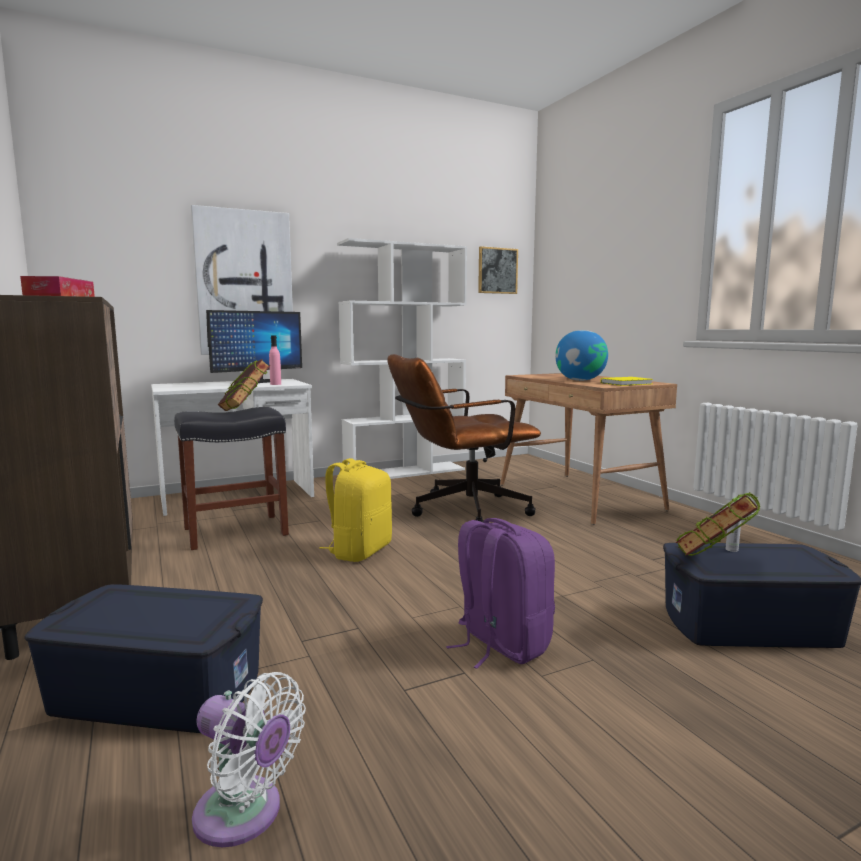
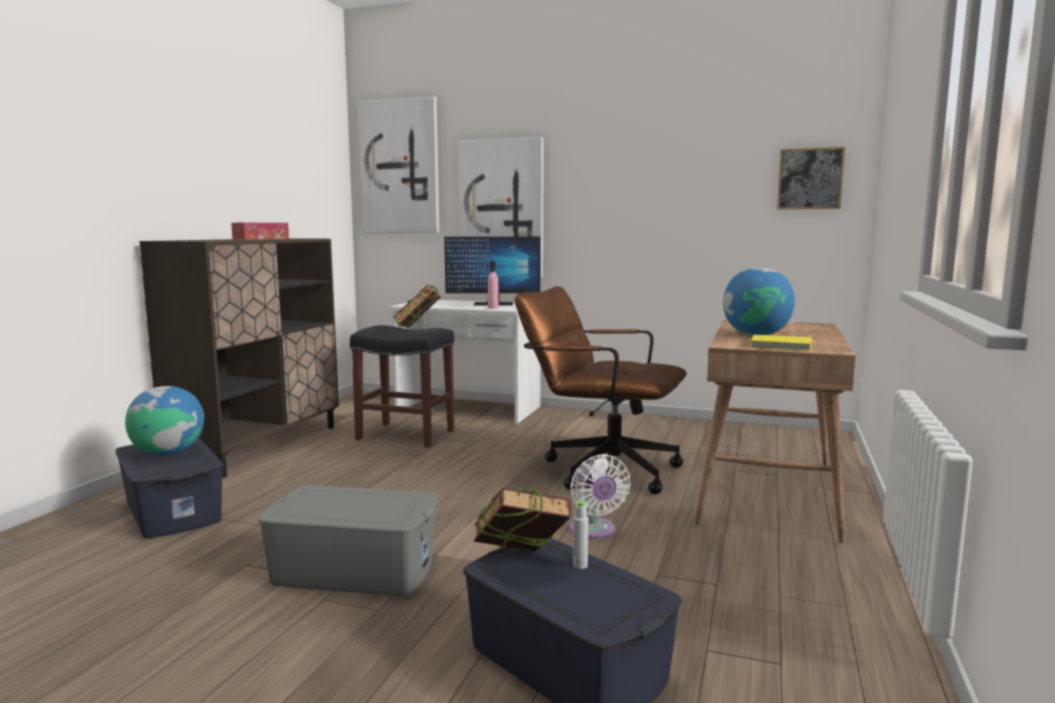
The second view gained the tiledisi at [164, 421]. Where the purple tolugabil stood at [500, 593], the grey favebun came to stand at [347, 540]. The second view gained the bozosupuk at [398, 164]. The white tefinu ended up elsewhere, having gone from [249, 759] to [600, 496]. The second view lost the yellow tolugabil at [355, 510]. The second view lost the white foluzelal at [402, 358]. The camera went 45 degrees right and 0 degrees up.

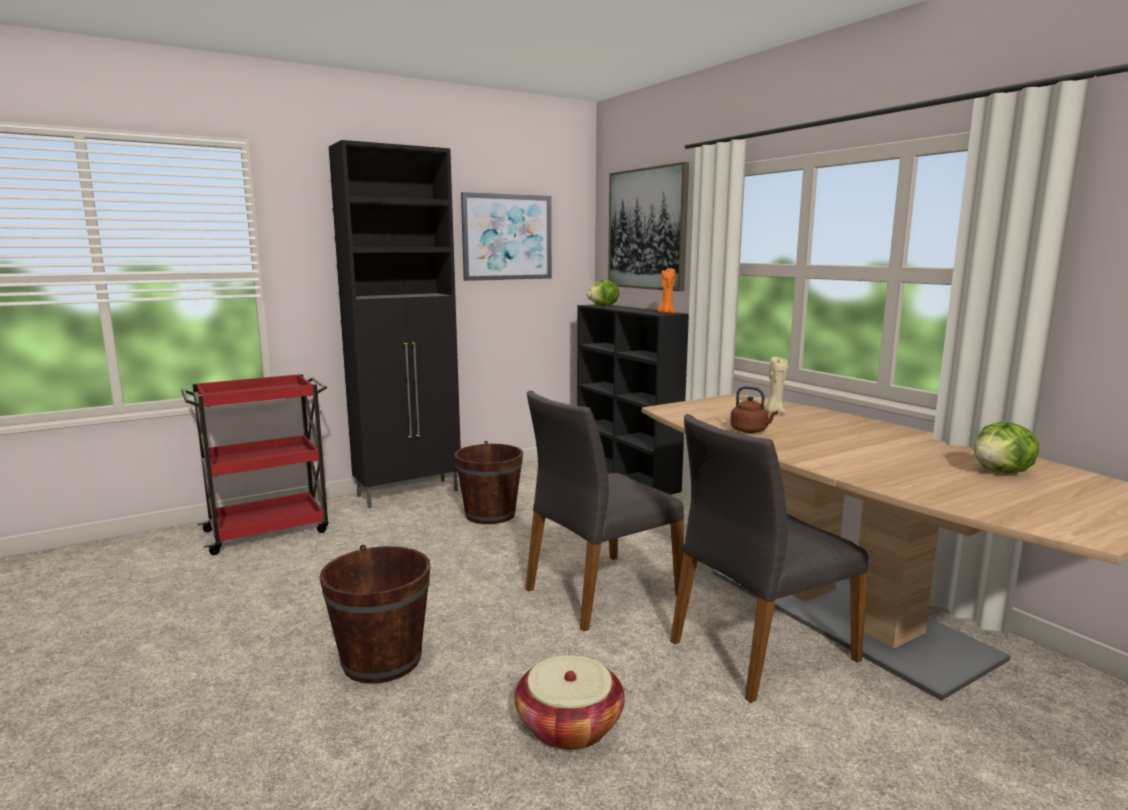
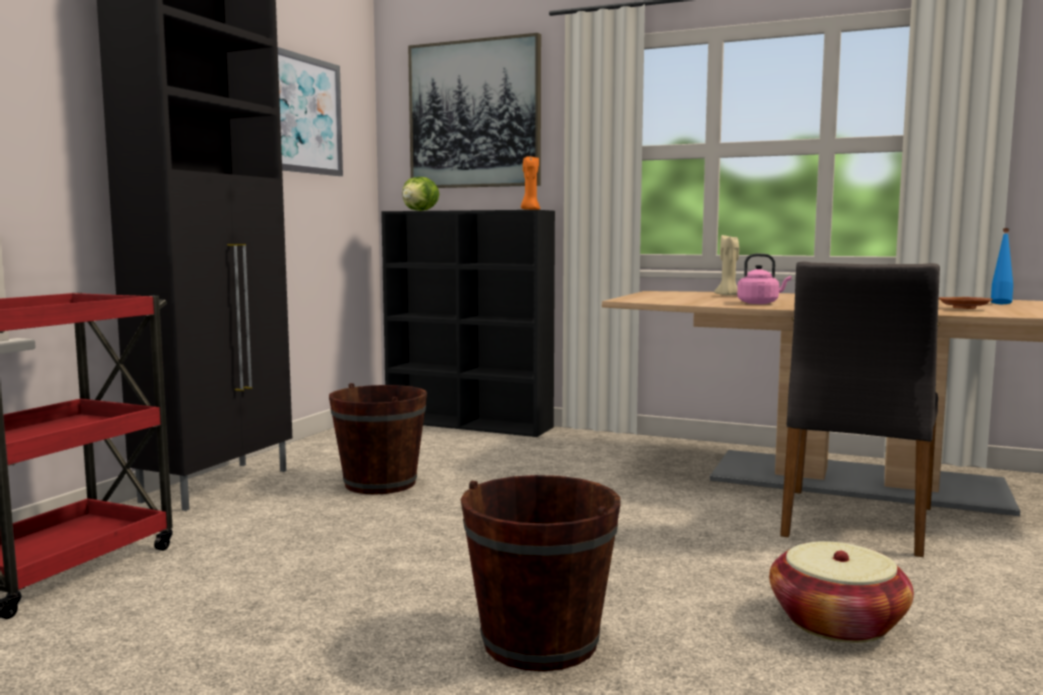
What was the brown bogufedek at [754, 409] turned into the pink bogufedek at [764, 278]. The second view gained the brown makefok at [966, 303]. Where the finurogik stood at [1007, 447], the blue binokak came to stand at [1002, 266]. The second view lost the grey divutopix at [604, 510]. The camera went 35 degrees left and 5 degrees down.

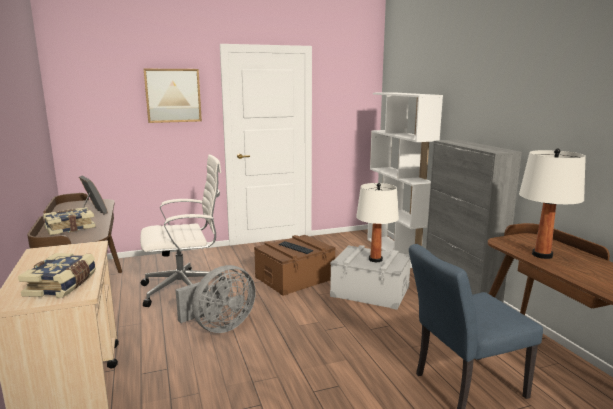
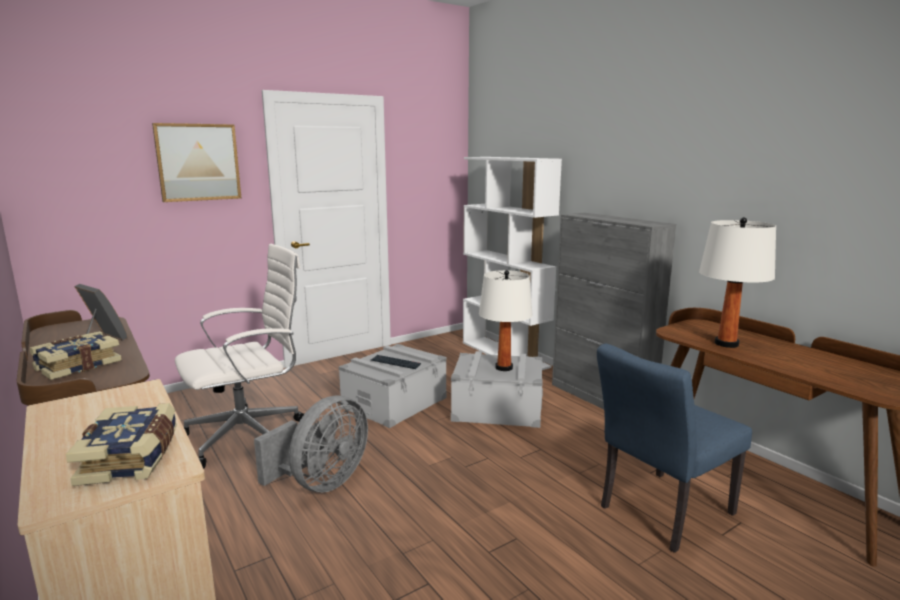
What was the brown favebun at [295, 265] turned into the grey favebun at [393, 386]. The camera went 15 degrees left and 0 degrees up.

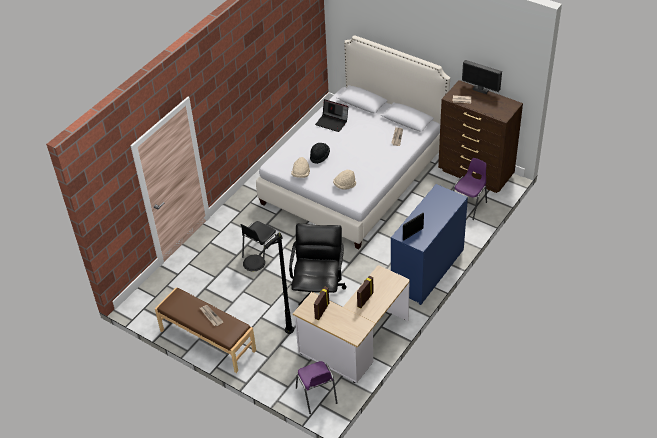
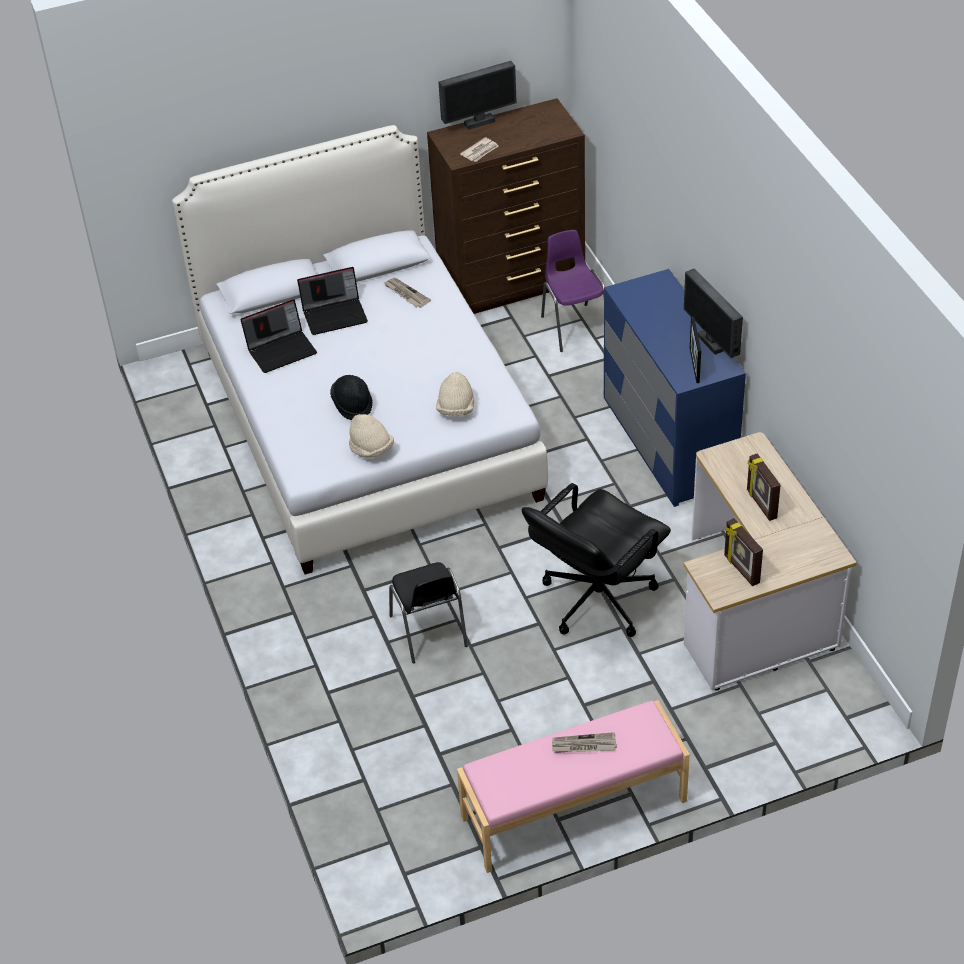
The second view gained the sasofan at [332, 301]. What was the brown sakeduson at [205, 330] turned into the pink sakeduson at [573, 786]. The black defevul at [317, 265] ended up facing another way, 90 degrees counterclockwise from before. The second view gained the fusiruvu at [713, 313]. The second view lost the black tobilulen at [268, 283]. The second view lost the purple divutopix at [316, 387]. The camera went 55 degrees left and 0 degrees up.

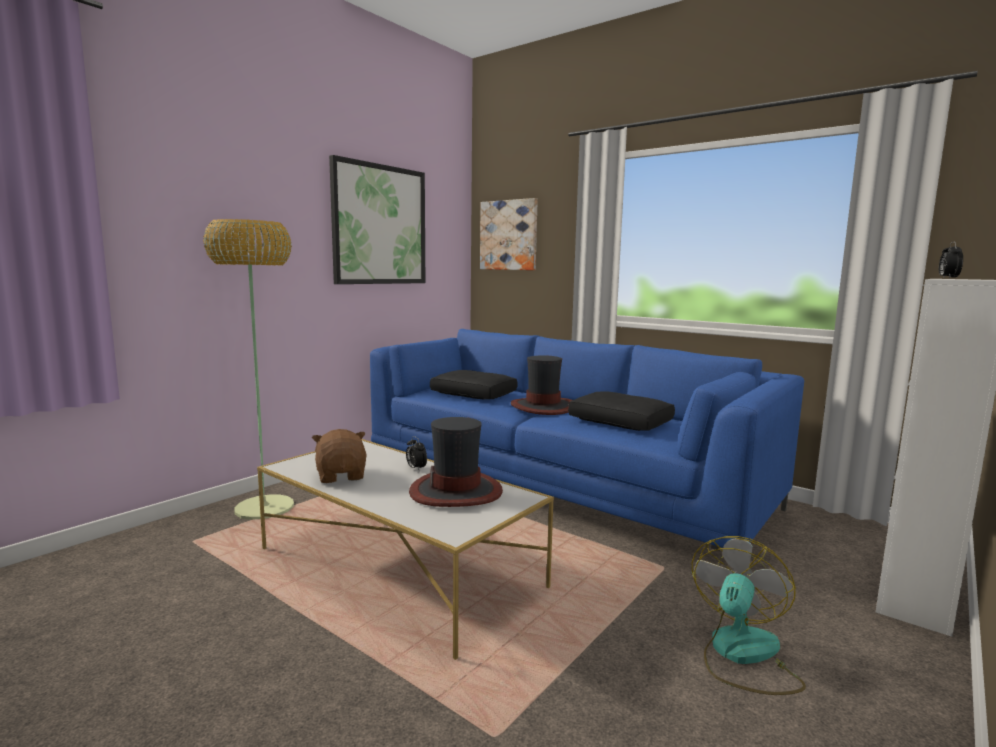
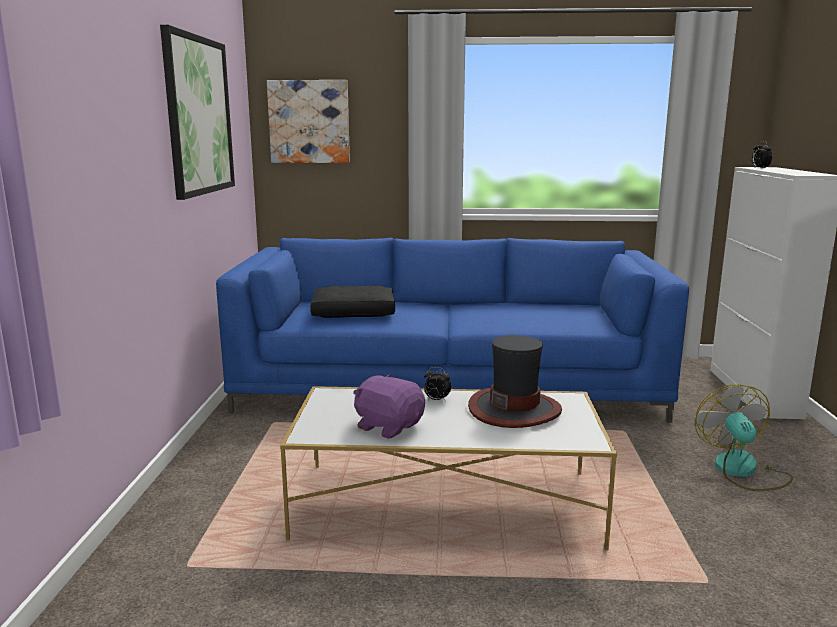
What was the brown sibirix at [339, 456] turned into the purple sibirix at [389, 406]. The second view lost the tobilulen at [248, 369]. The second view lost the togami at [541, 385]. The second view lost the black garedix at [621, 411]. The camera went 35 degrees left and 5 degrees up.

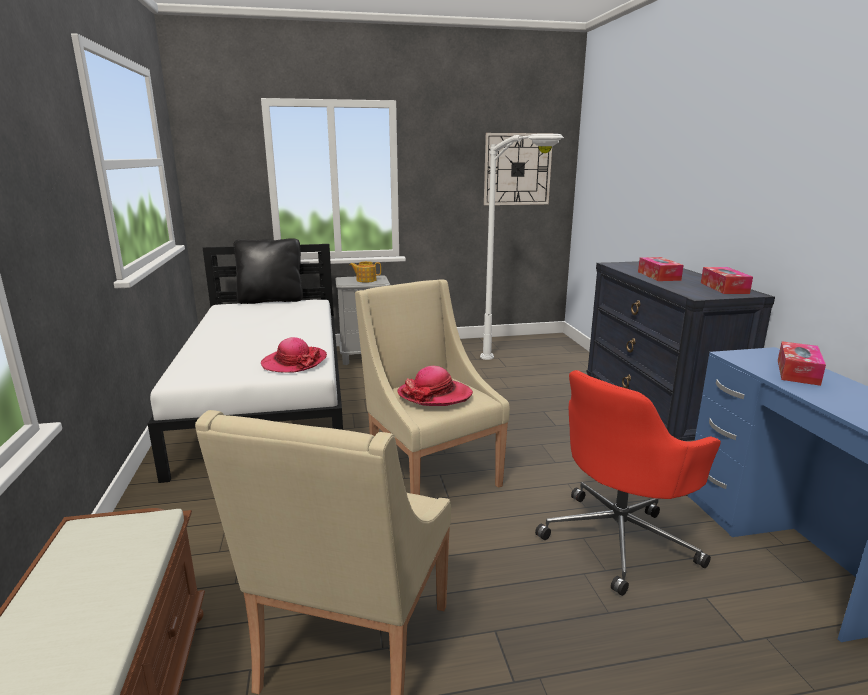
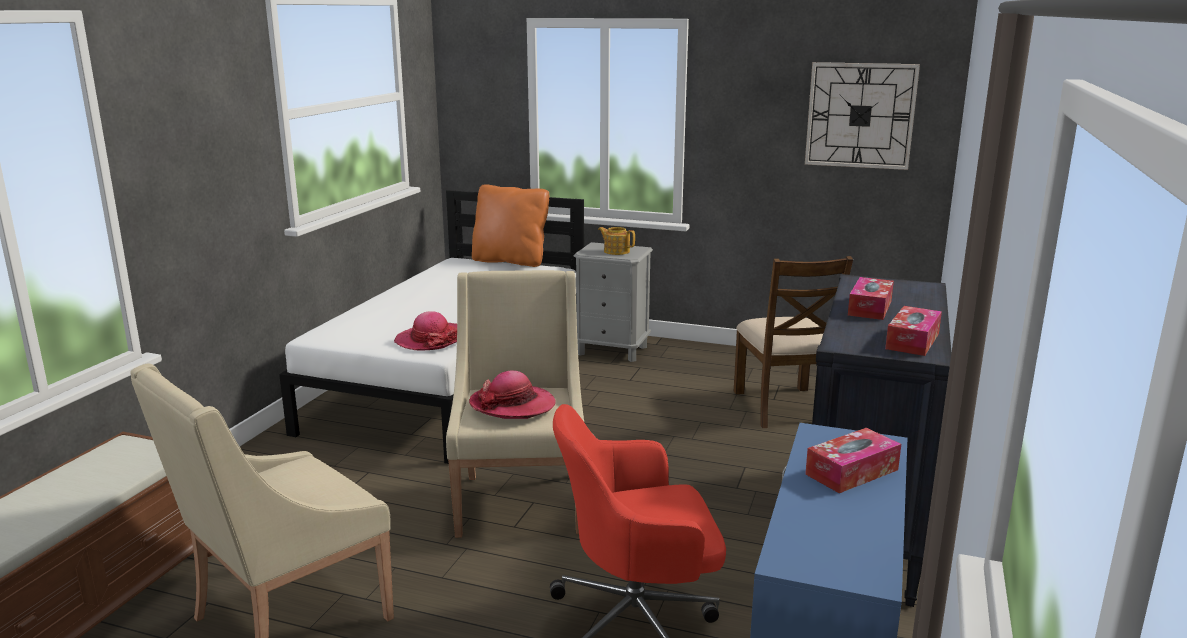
What was the black garedix at [268, 271] turned into the orange garedix at [510, 225]. Where the white tobilulen stood at [522, 247], the brown divutopix came to stand at [793, 342]. The camera went 30 degrees right and 0 degrees up.

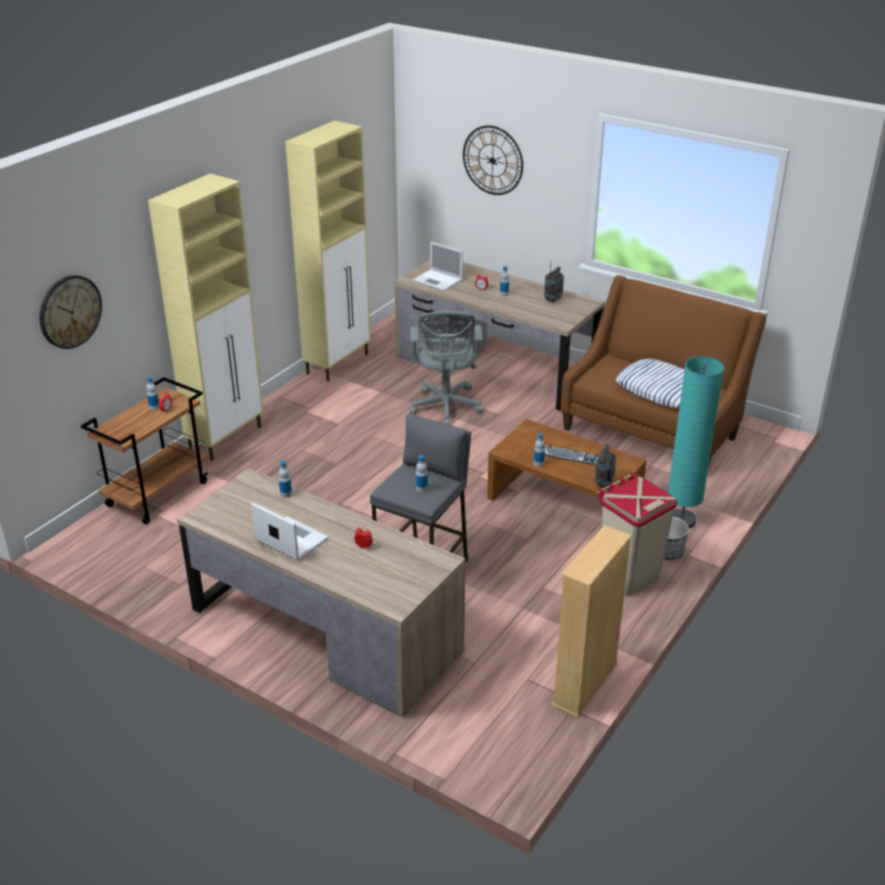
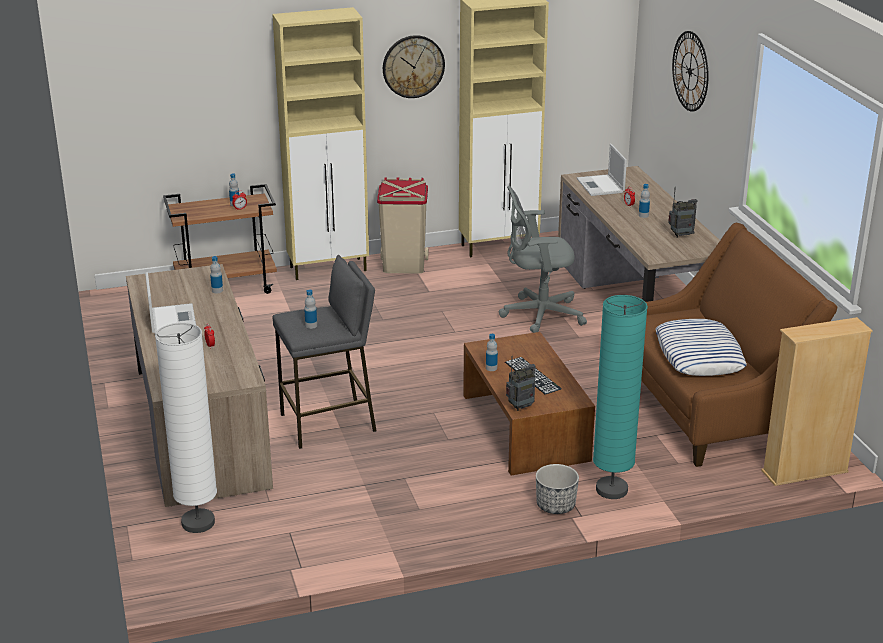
The second view gained the white tobilulen at [186, 427]. The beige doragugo ended up elsewhere, having gone from [637, 535] to [403, 225]. The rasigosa ended up elsewhere, having gone from [71, 312] to [414, 66]. The grey defevul at [446, 368] ended up facing another way, 45 degrees clockwise from before. The beige foluzelal ended up elsewhere, having gone from [591, 621] to [817, 401]. The camera went 40 degrees right and 5 degrees down.

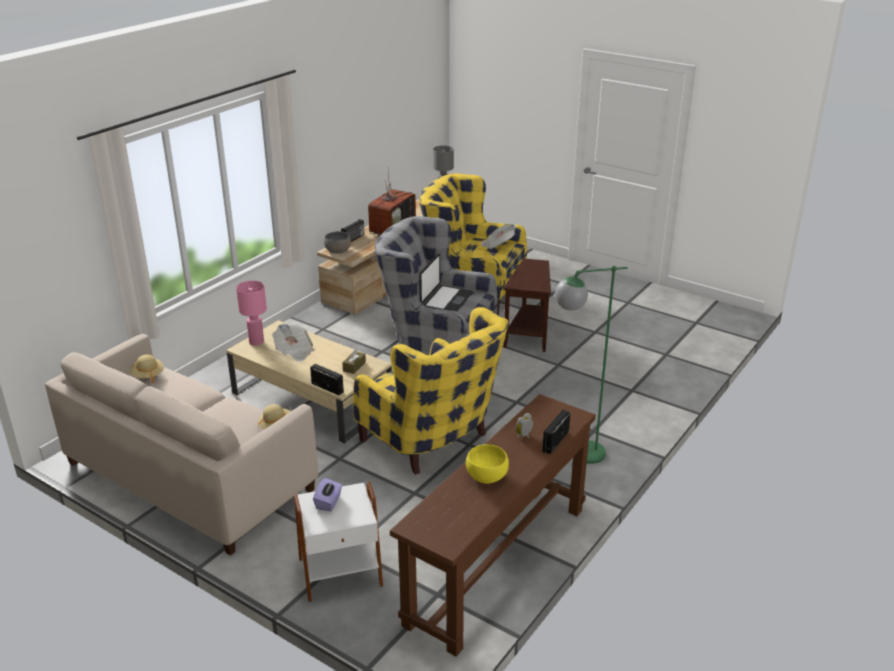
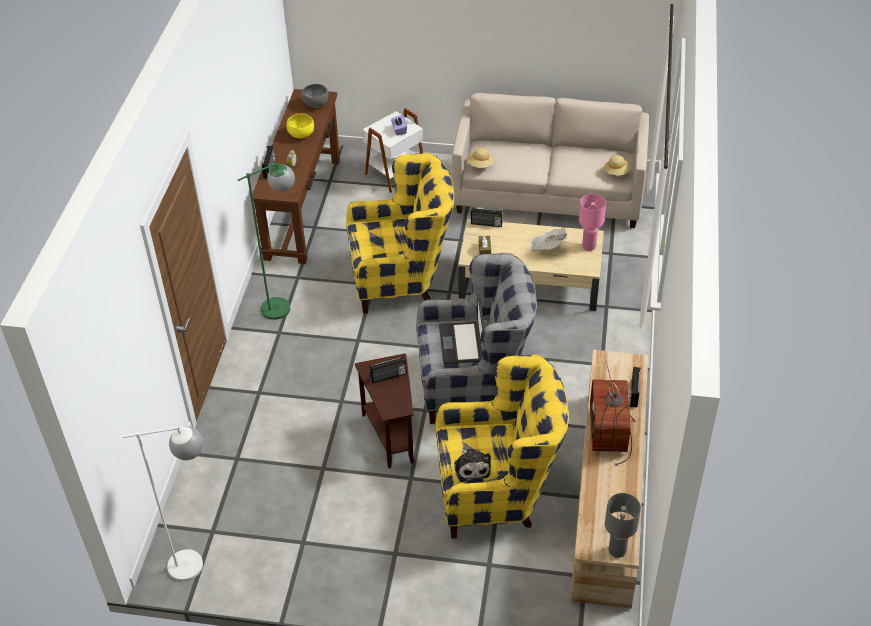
The second view gained the white tobilulen at [163, 503]. The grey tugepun ended up elsewhere, having gone from [337, 242] to [315, 96]. The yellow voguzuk at [430, 391] ended up facing another way, 150 degrees clockwise from before. The second view gained the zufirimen at [388, 369]. Where the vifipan stood at [498, 236], the sibirix came to stand at [472, 465]. The camera went 155 degrees right and 15 degrees up.

